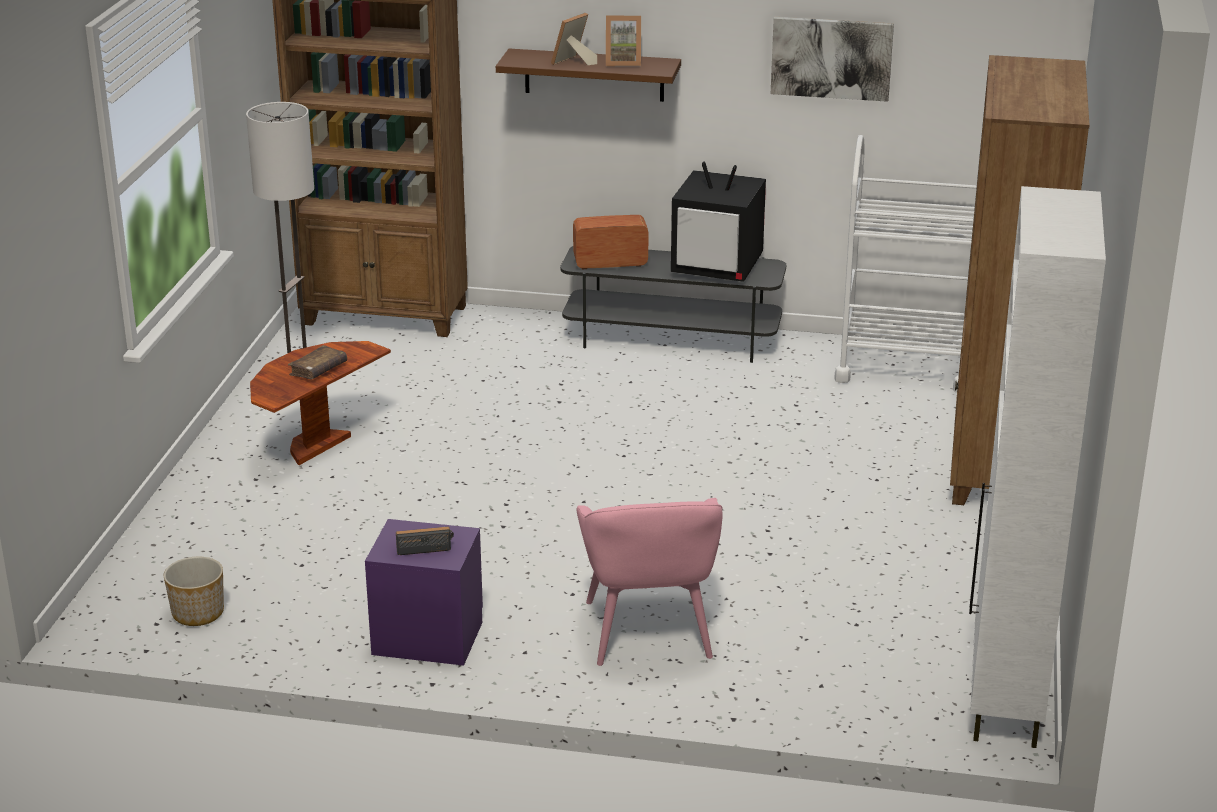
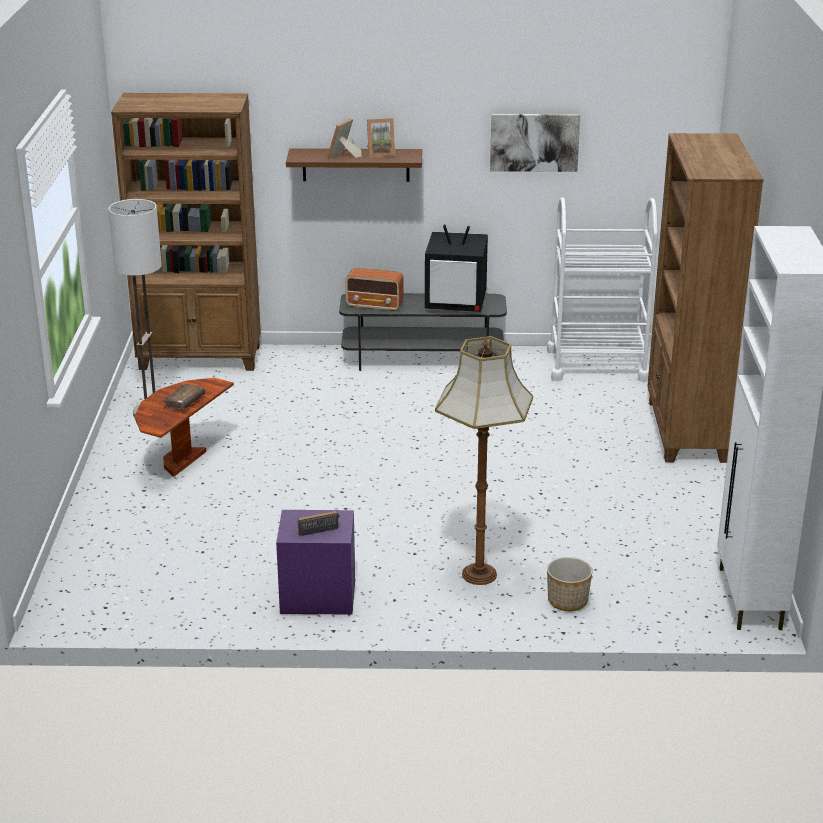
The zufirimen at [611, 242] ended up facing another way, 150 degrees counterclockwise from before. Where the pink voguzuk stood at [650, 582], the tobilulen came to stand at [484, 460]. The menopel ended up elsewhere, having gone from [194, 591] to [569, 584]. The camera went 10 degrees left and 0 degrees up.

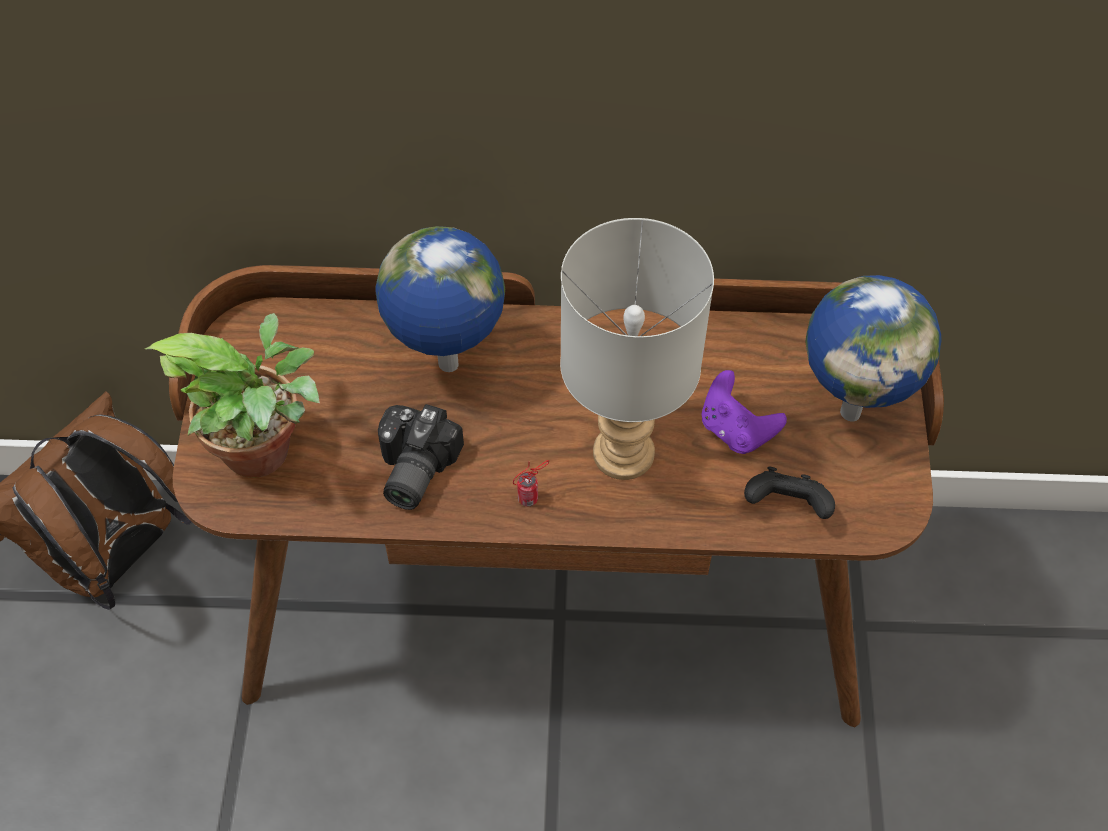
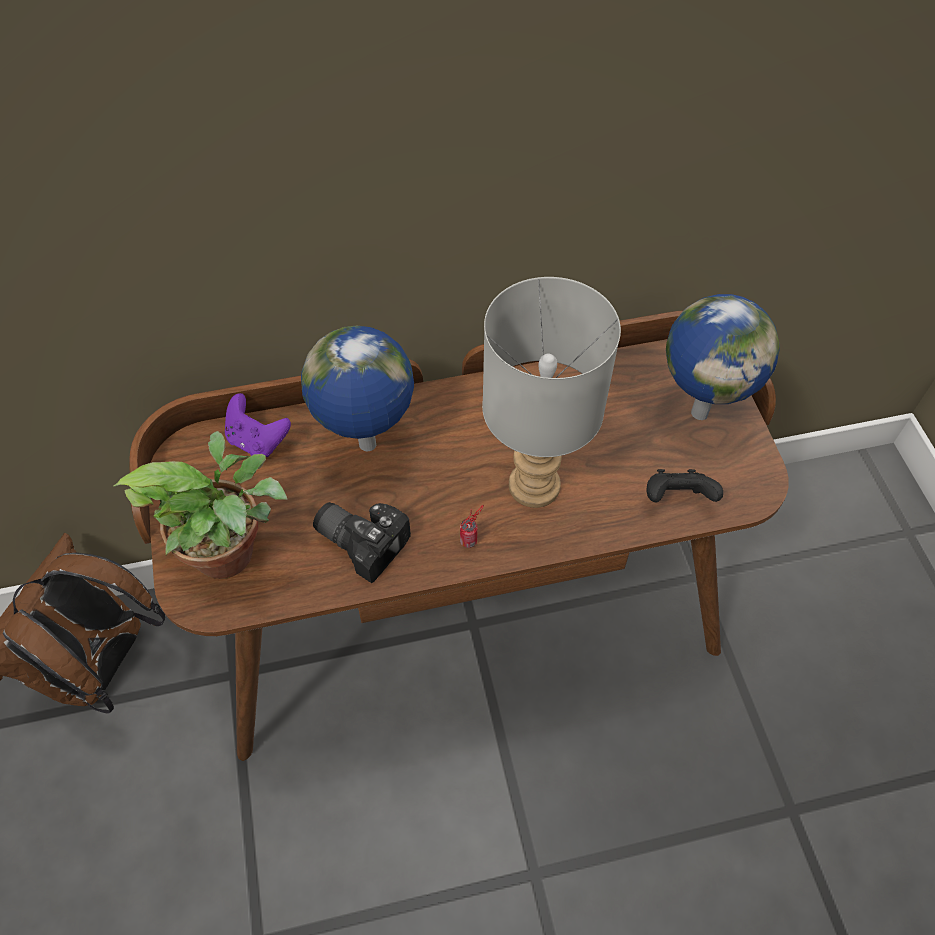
The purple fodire ended up elsewhere, having gone from [744, 412] to [258, 425]. The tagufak at [421, 457] ended up facing another way, 120 degrees clockwise from before. The camera went 15 degrees left and 0 degrees up.

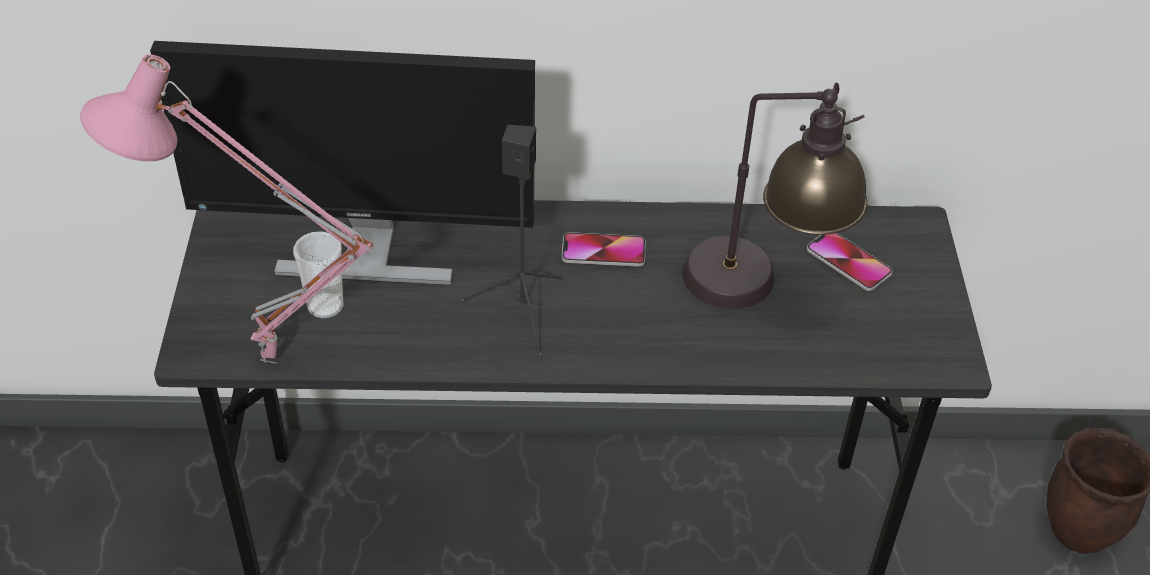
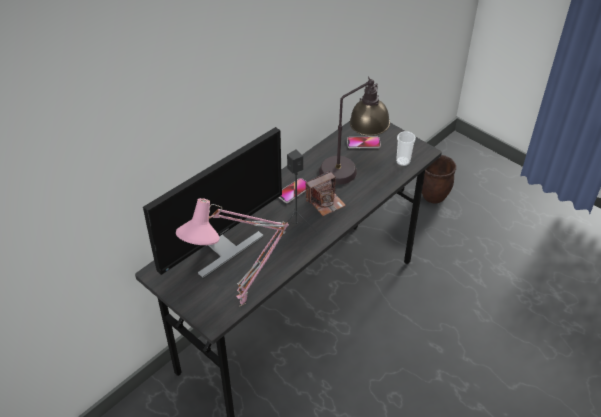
The second view gained the tagufak at [326, 193]. The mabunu ended up elsewhere, having gone from [318, 275] to [406, 148]. The camera went 45 degrees left and 0 degrees up.

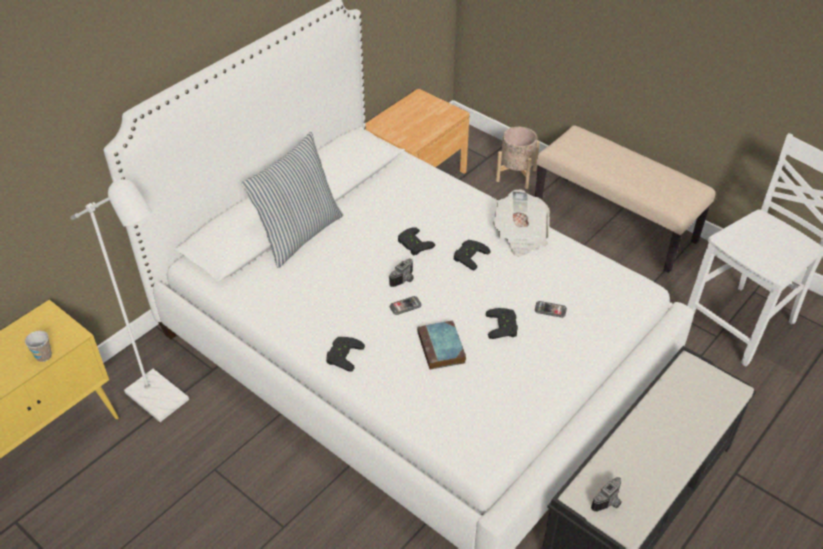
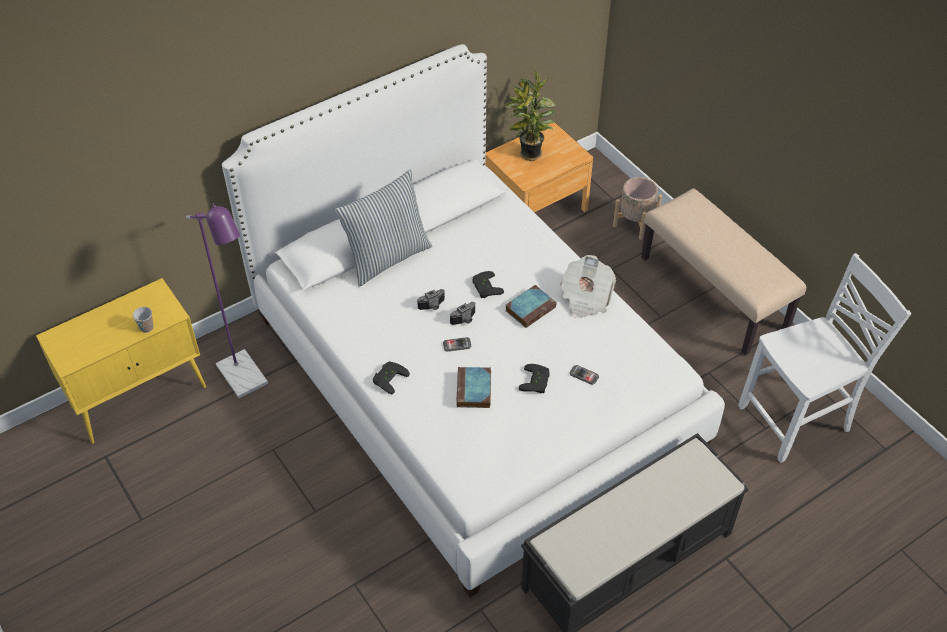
What was the white tobilulen at [129, 299] turned into the purple tobilulen at [227, 300]. The tagufak ended up elsewhere, having gone from [606, 494] to [431, 299]. The second view gained the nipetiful at [529, 115]. Where the black fodire stood at [472, 255], the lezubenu came to stand at [530, 306]. The camera went 15 degrees right and 5 degrees up.

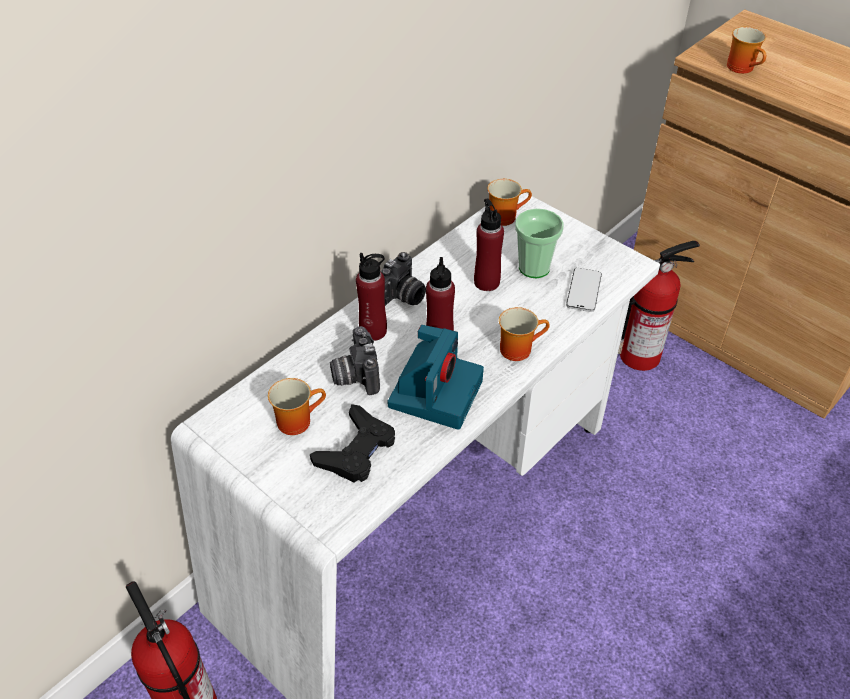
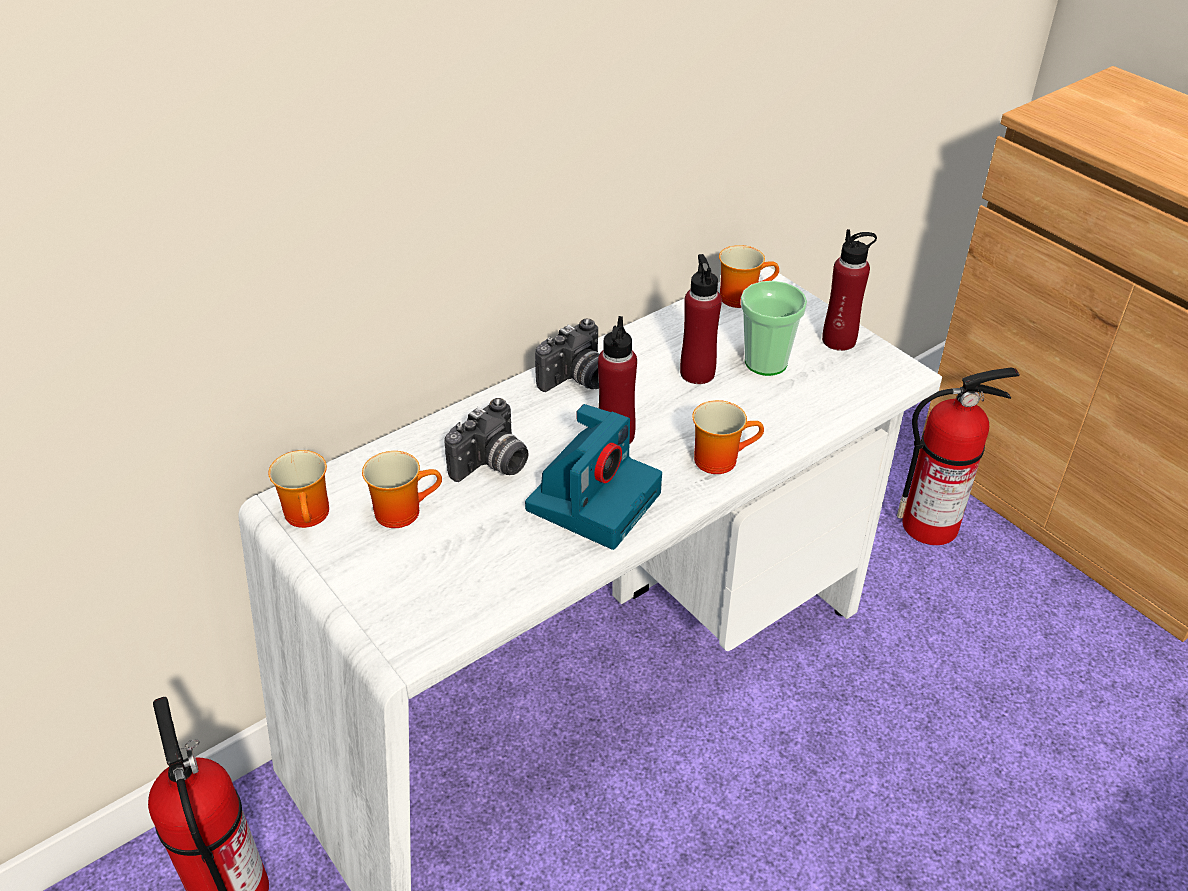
The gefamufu ended up elsewhere, having gone from [746, 50] to [298, 489]. The tagufak at [355, 360] ended up facing another way, 135 degrees counterclockwise from before. The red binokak ended up elsewhere, having gone from [371, 297] to [849, 290]. The second view lost the black fodire at [352, 443]. The second view lost the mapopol at [584, 290]. The camera went 10 degrees right and 5 degrees down.

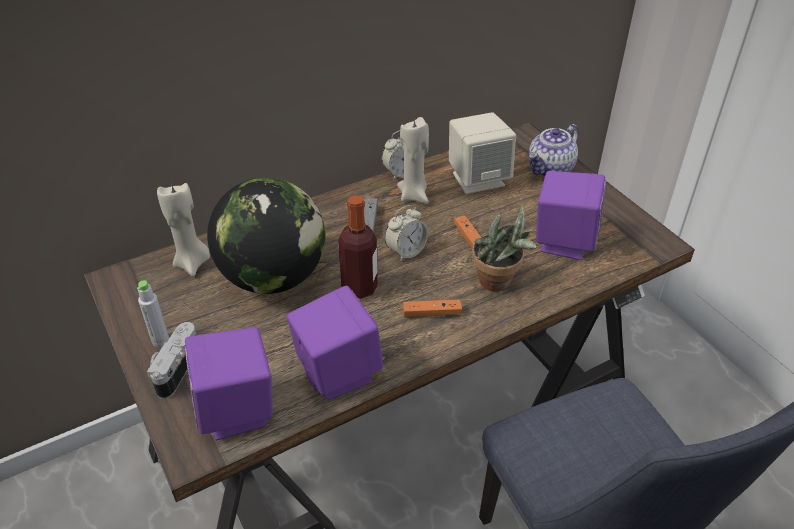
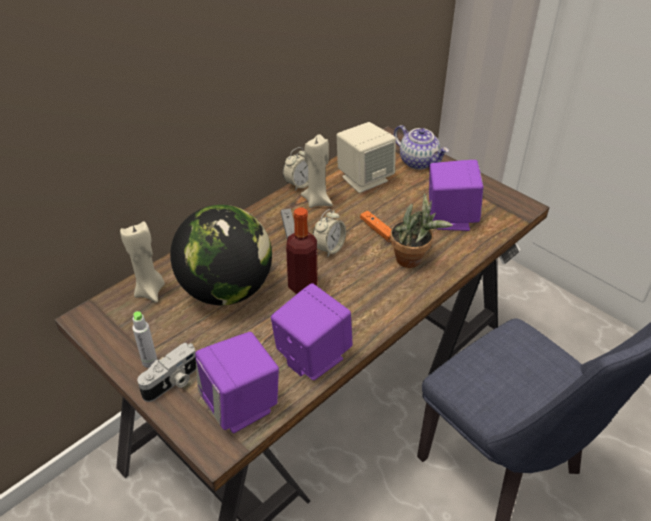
The tagufak at [171, 360] ended up facing another way, 135 degrees counterclockwise from before. The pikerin at [554, 150] ended up facing another way, 75 degrees counterclockwise from before. The second view lost the orange fodire at [432, 308]. The camera went 15 degrees left and 0 degrees up.

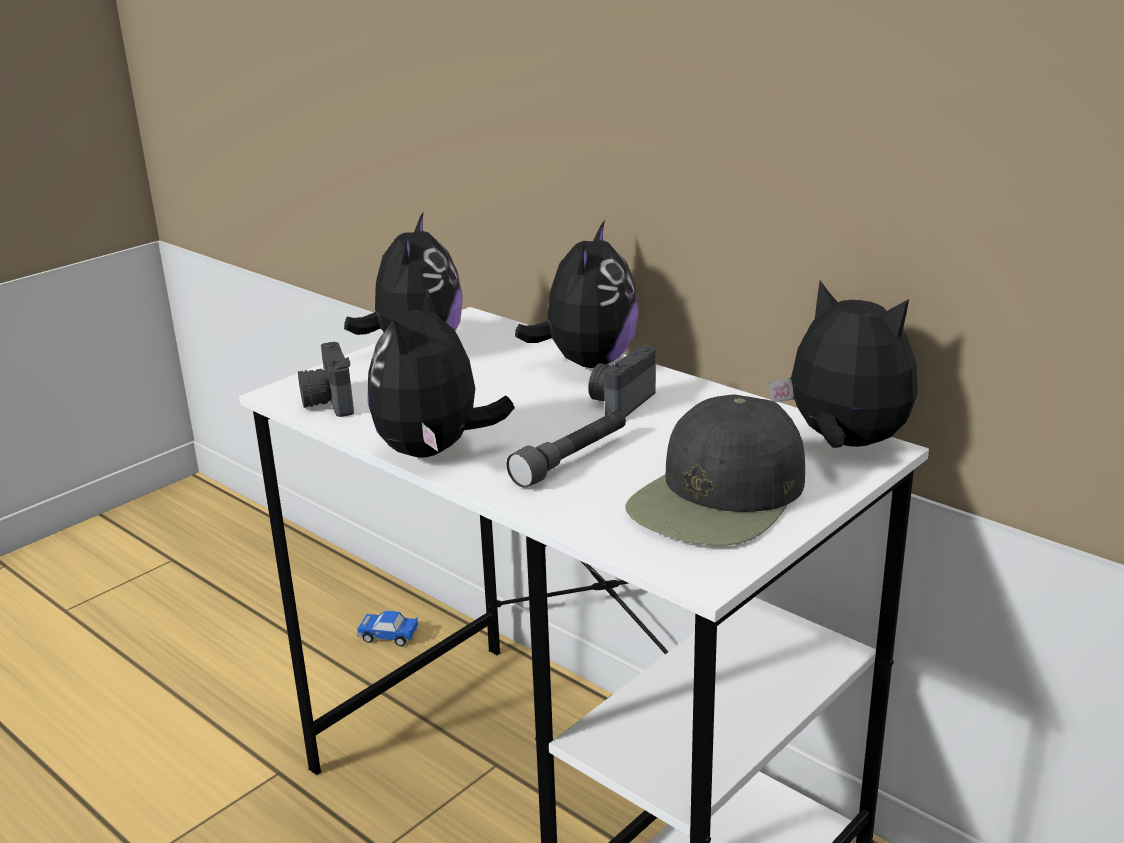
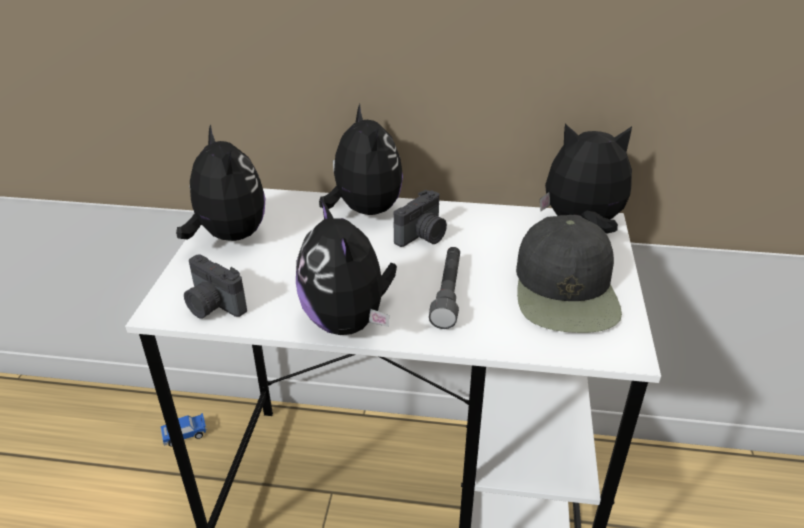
The tagufak at [622, 381] ended up facing another way, 135 degrees counterclockwise from before. The camera went 35 degrees left and 10 degrees up.

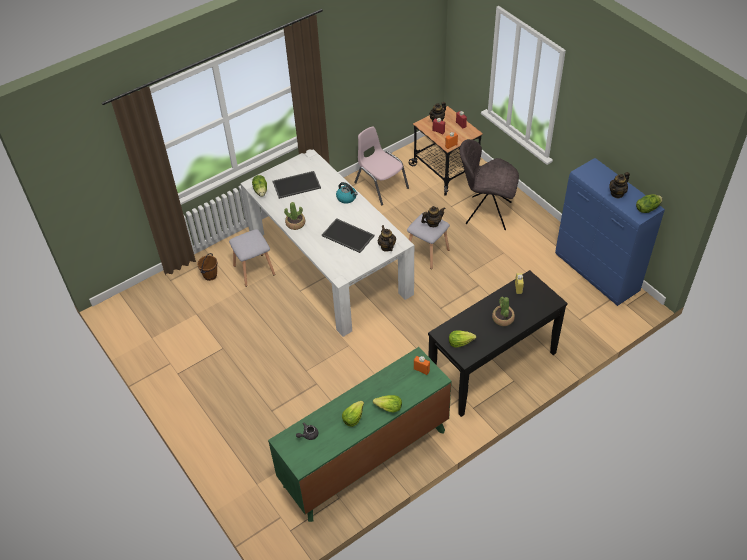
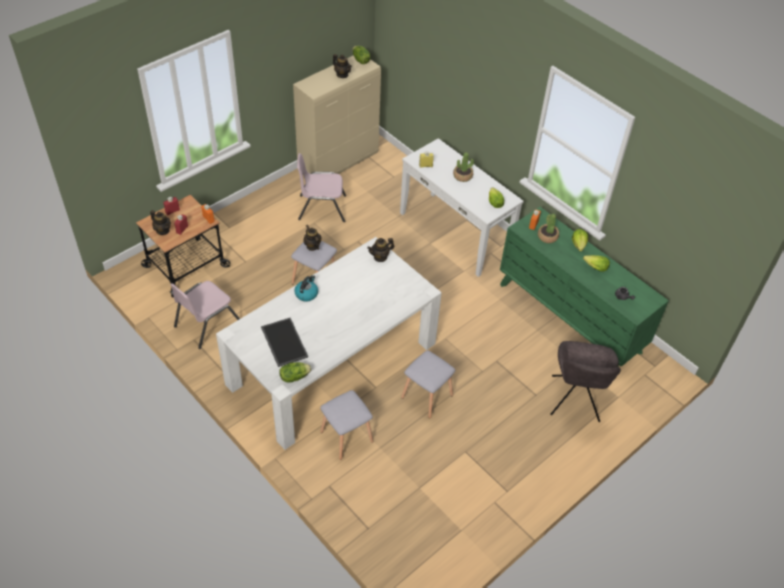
What was the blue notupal at [610, 232] turned into the beige notupal at [337, 115]. The second view gained the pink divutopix at [321, 187]. What was the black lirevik at [498, 343] turned into the white lirevik at [462, 207]. The second view gained the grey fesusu at [428, 384]. The nipetiful ended up elsewhere, having gone from [294, 216] to [548, 228]. The grey divutopix ended up elsewhere, having gone from [489, 184] to [585, 381]. The second view lost the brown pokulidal at [207, 267]. The second view lost the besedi at [348, 235]. The camera went 100 degrees left and 0 degrees up.

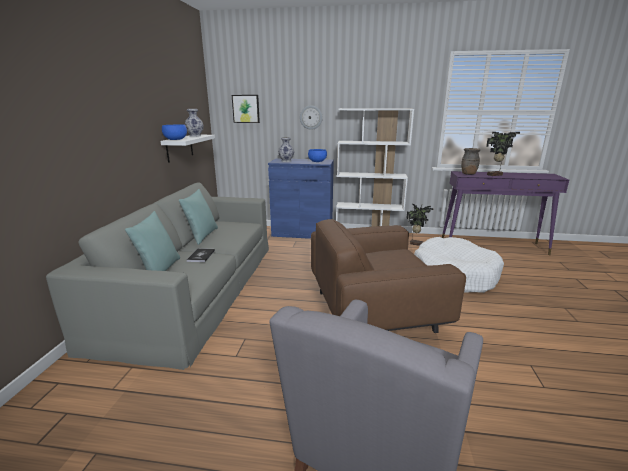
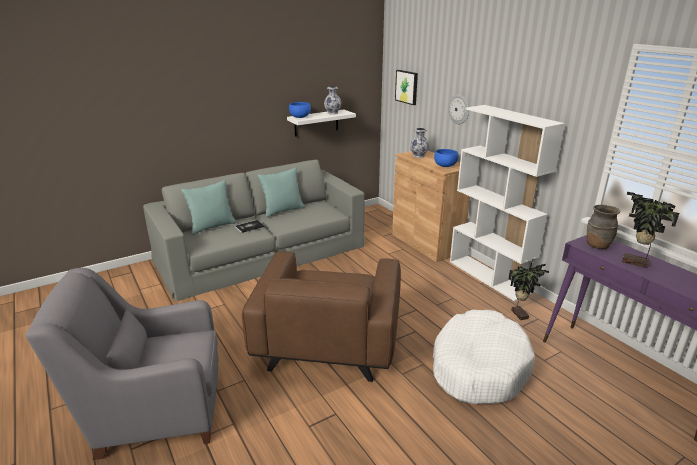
The brown voguzuk at [388, 276] ended up facing another way, 120 degrees counterclockwise from before. What was the blue notupal at [301, 198] turned into the brown notupal at [431, 206]. The camera went 50 degrees right and 5 degrees up.

